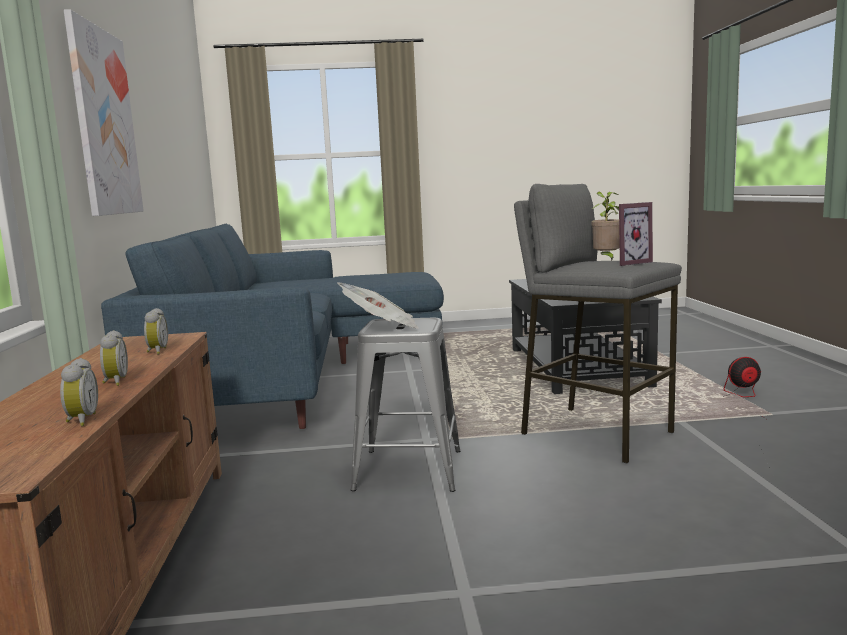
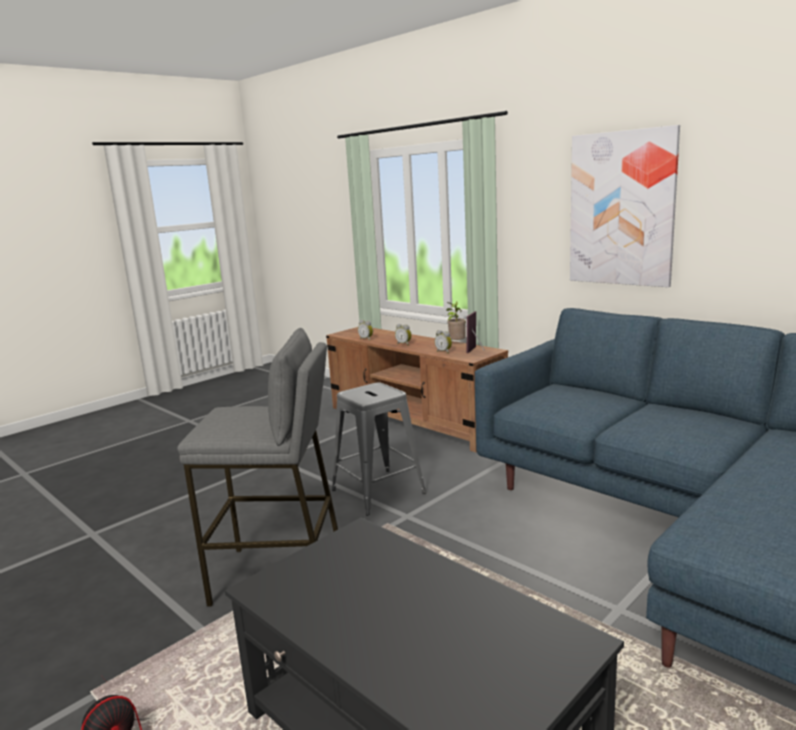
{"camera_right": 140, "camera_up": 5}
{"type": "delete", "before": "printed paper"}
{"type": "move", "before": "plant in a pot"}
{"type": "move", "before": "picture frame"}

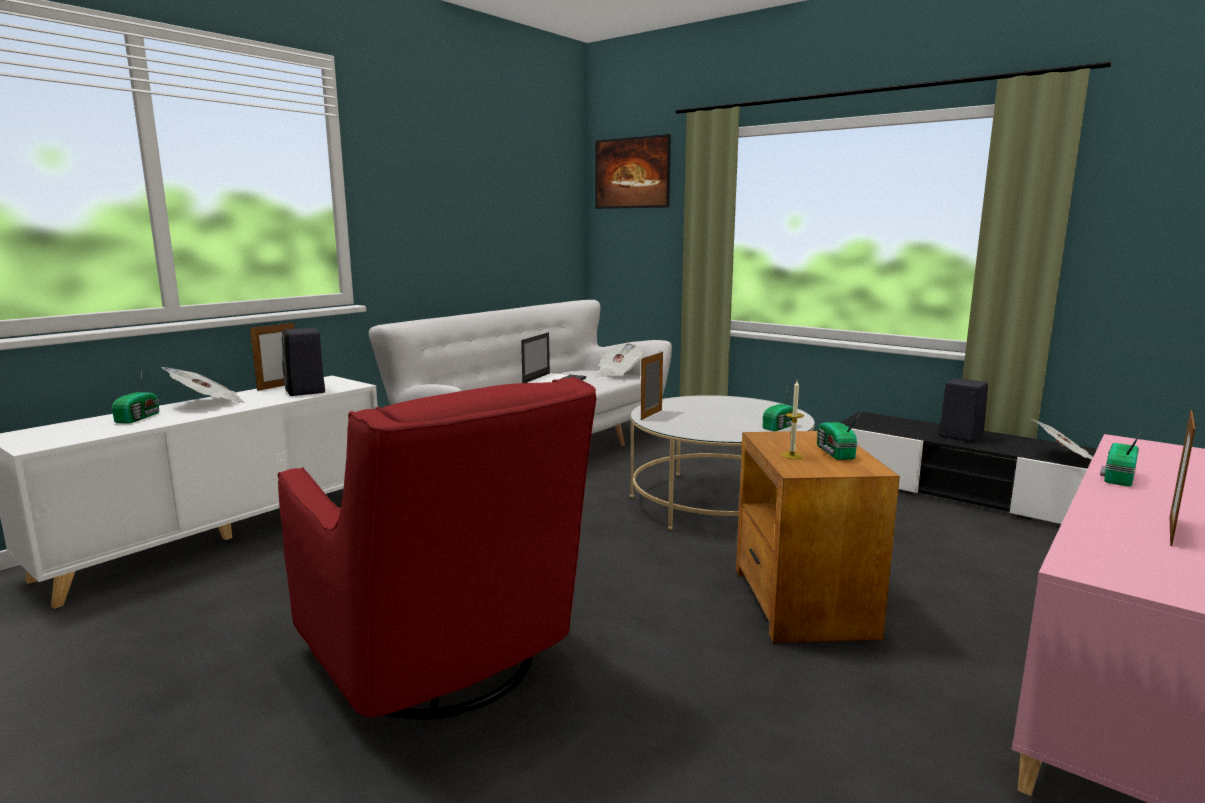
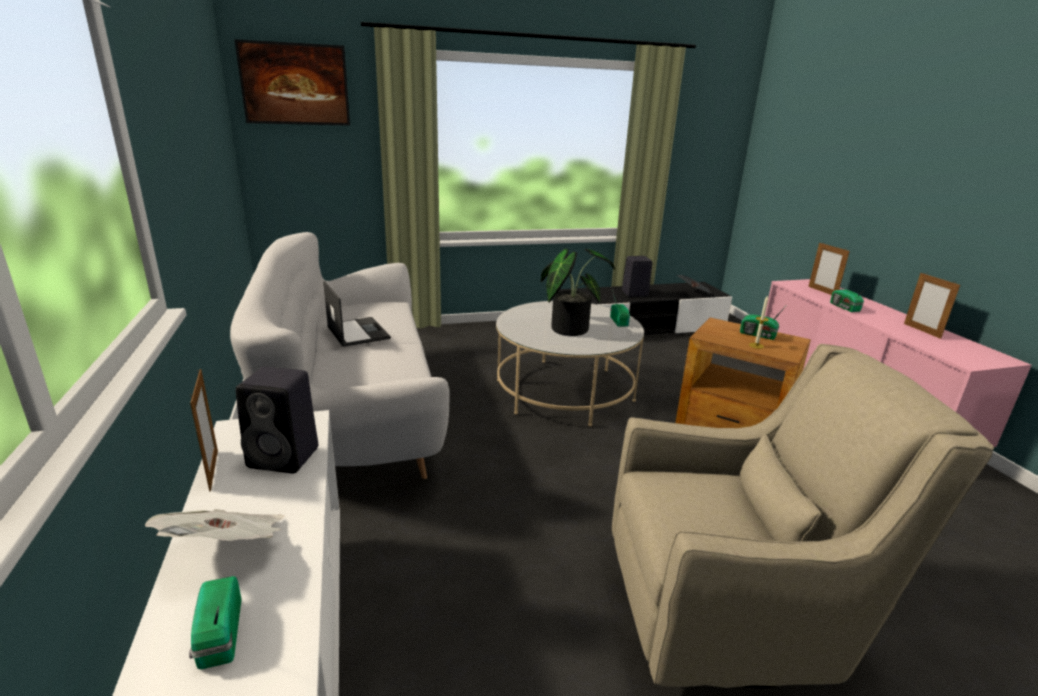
{"camera_right": -55, "camera_up": 10}
{"type": "rotate", "before": "radio set (1st from left)", "turn": -150}
{"type": "recolor", "before": "lounge chair in red", "after": "lounge chair in beige-coloured"}
{"type": "delete", "before": "printed paper (2nd from left)"}
{"type": "move", "before": "picture frame (2nd from left)"}
{"type": "insert", "after": "plant in a pot"}

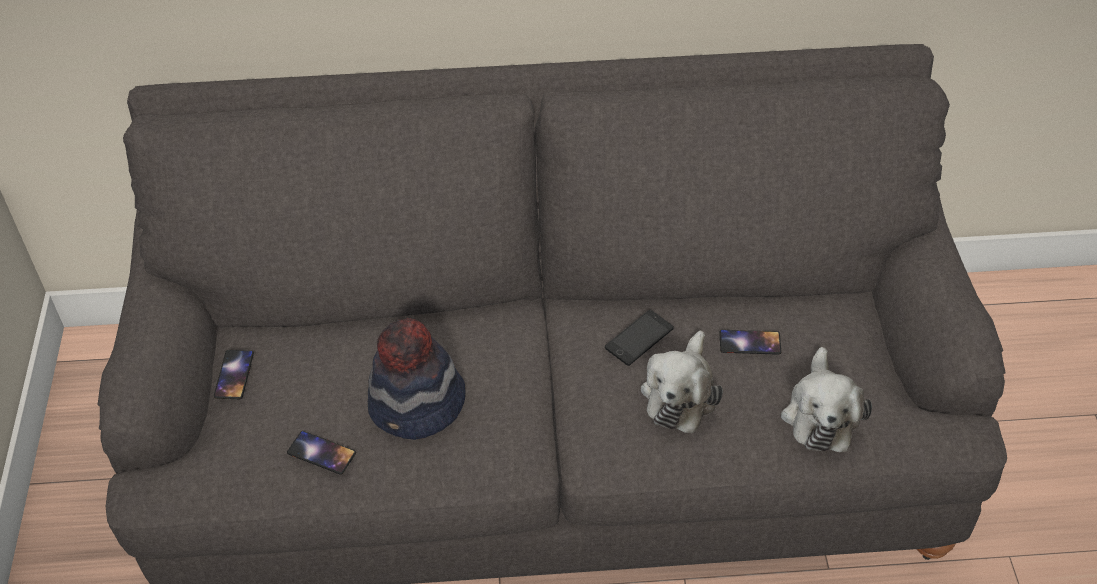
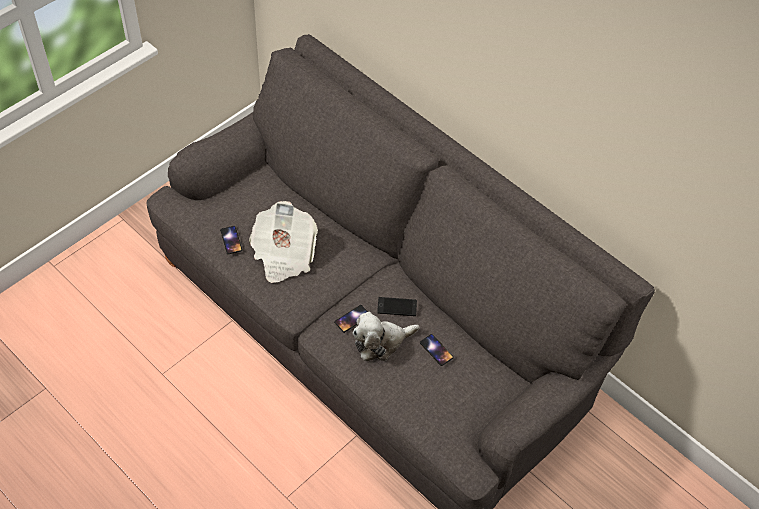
{"camera_right": 45, "camera_up": 5}
{"type": "move", "before": "phone (1st from left in the first image)", "after": "phone (2nd from left)"}
{"type": "replace", "before": "wearable hat", "after": "printed paper"}
{"type": "delete", "before": "cuddly toy (2nd from left)"}

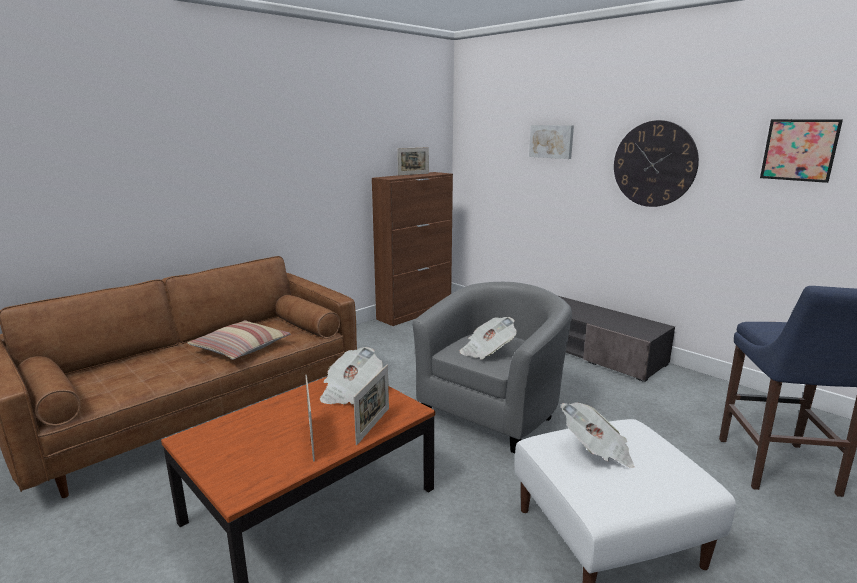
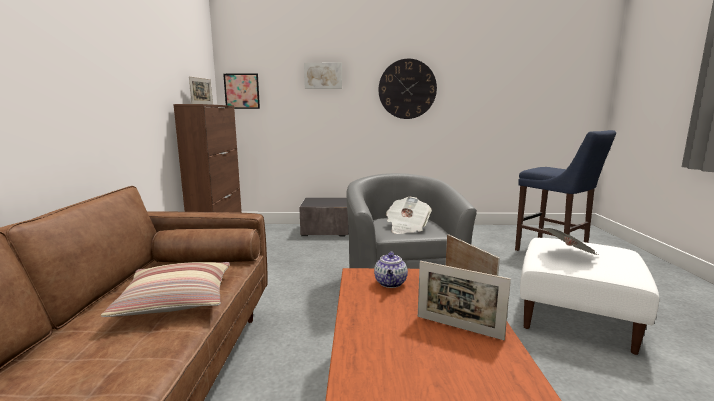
{"camera_right": -45, "camera_up": -5}
{"type": "replace", "before": "printed paper (1st from left)", "after": "pot for tea"}
{"type": "move", "before": "picture (2nd from left in the first image)", "after": "picture (1st from left)"}

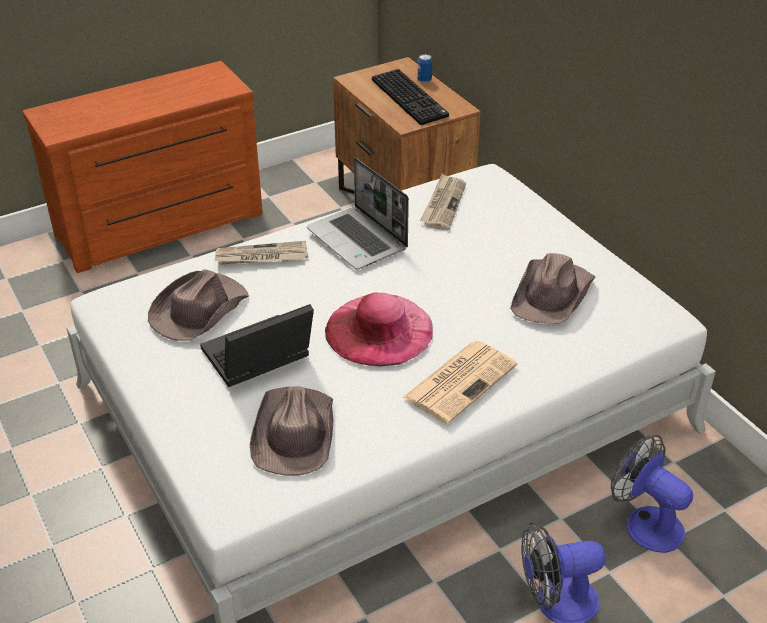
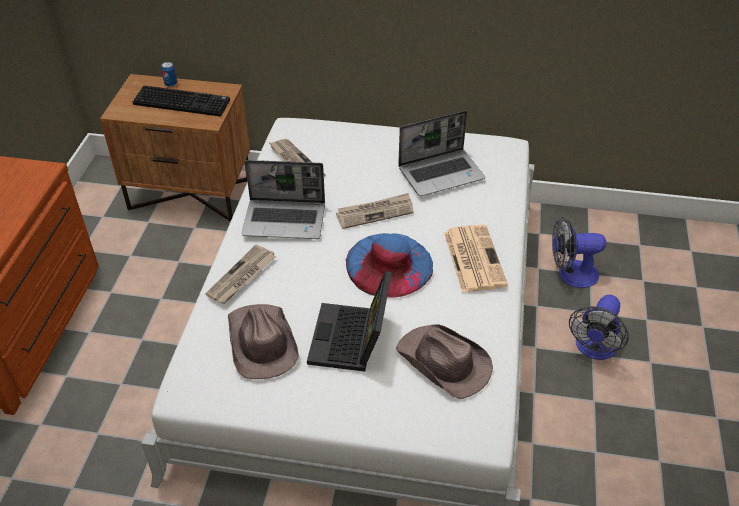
{"camera_right": -50, "camera_up": 5}
{"type": "recolor", "before": "wearable hat in pink-coloured", "after": "wearable hat in blue"}
{"type": "replace", "before": "wearable hat in brown (3rd from left)", "after": "portable computer (3rd from left)"}
{"type": "insert", "after": "printed paper (3rd from left)"}

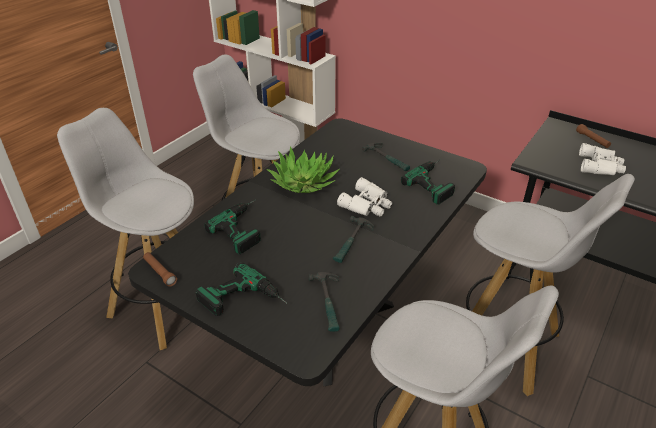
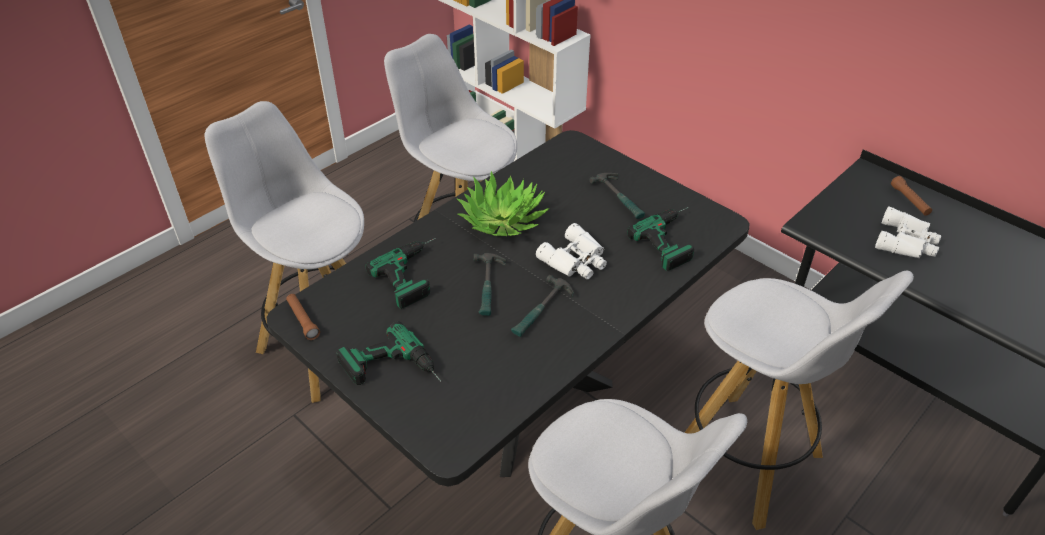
{"camera_right": 10, "camera_up": 5}
{"type": "move", "before": "tool hammer (1st from left)"}

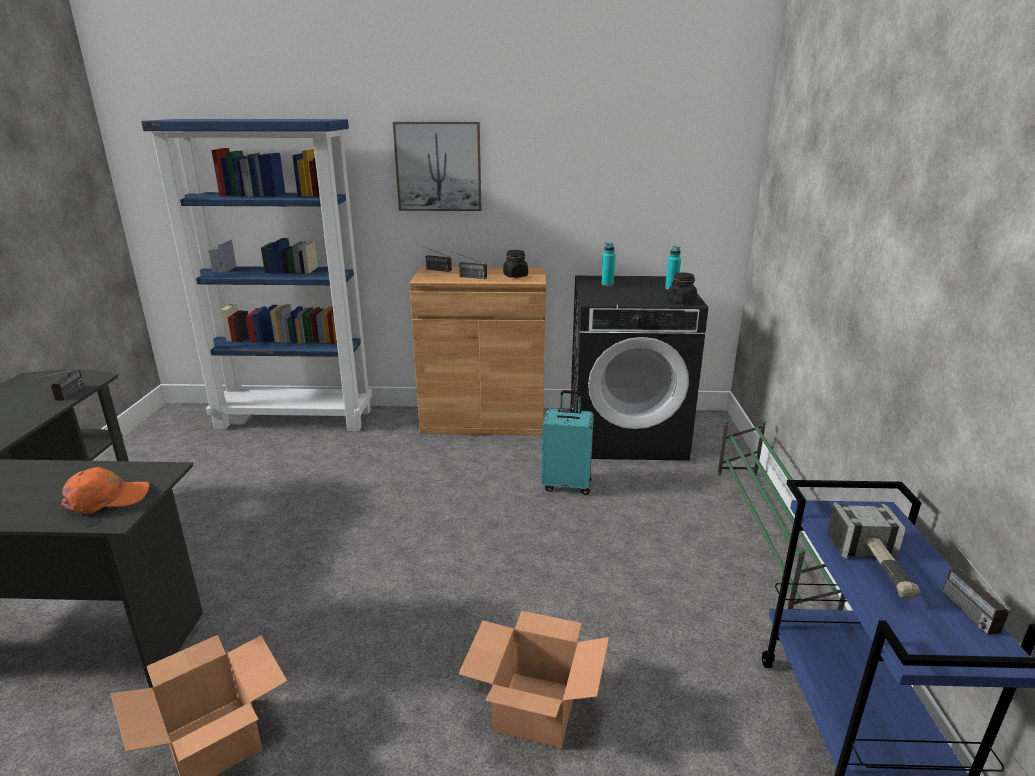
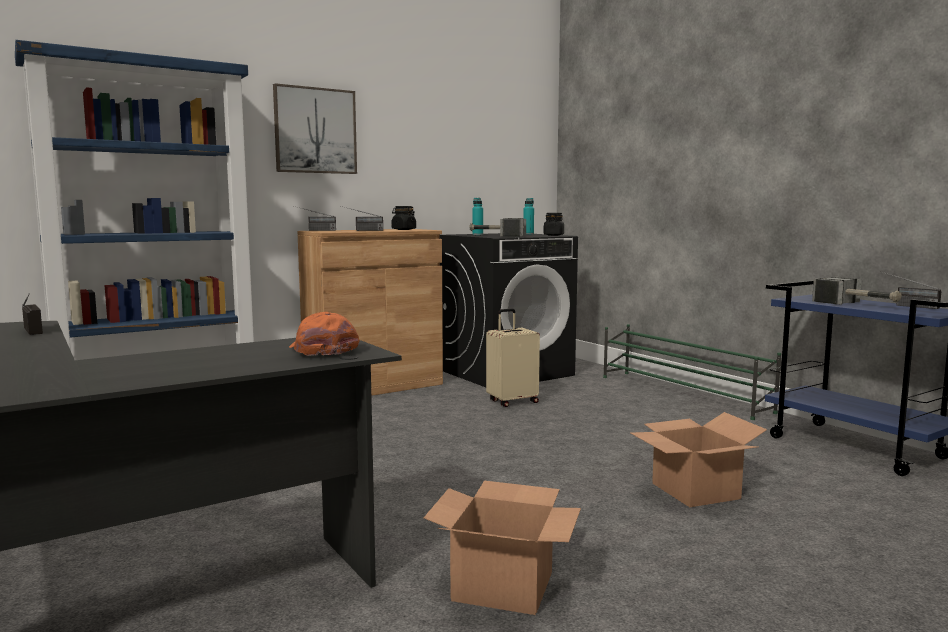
{"camera_right": -35, "camera_up": -15}
{"type": "rotate", "before": "peaked cap in orange", "turn": -60}
{"type": "recolor", "before": "suitcase in turquoise", "after": "suitcase in beige-coloured"}
{"type": "insert", "after": "tool hammer (1st from left)"}

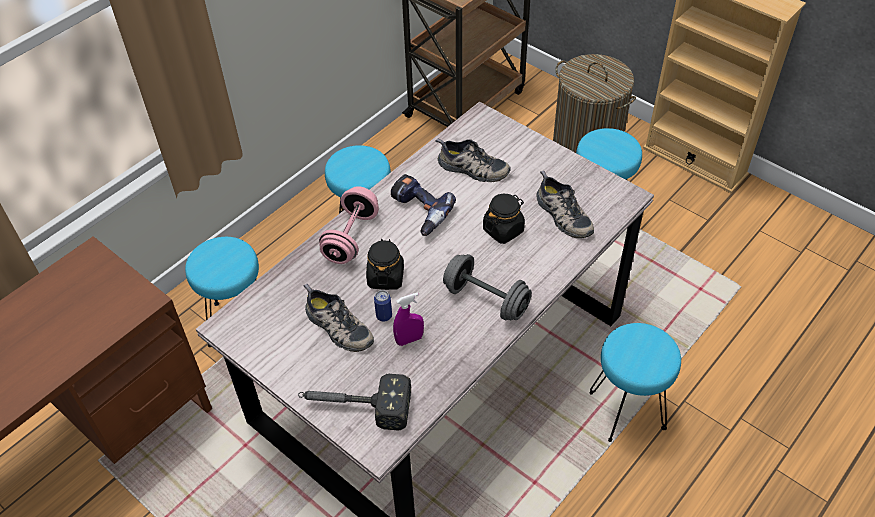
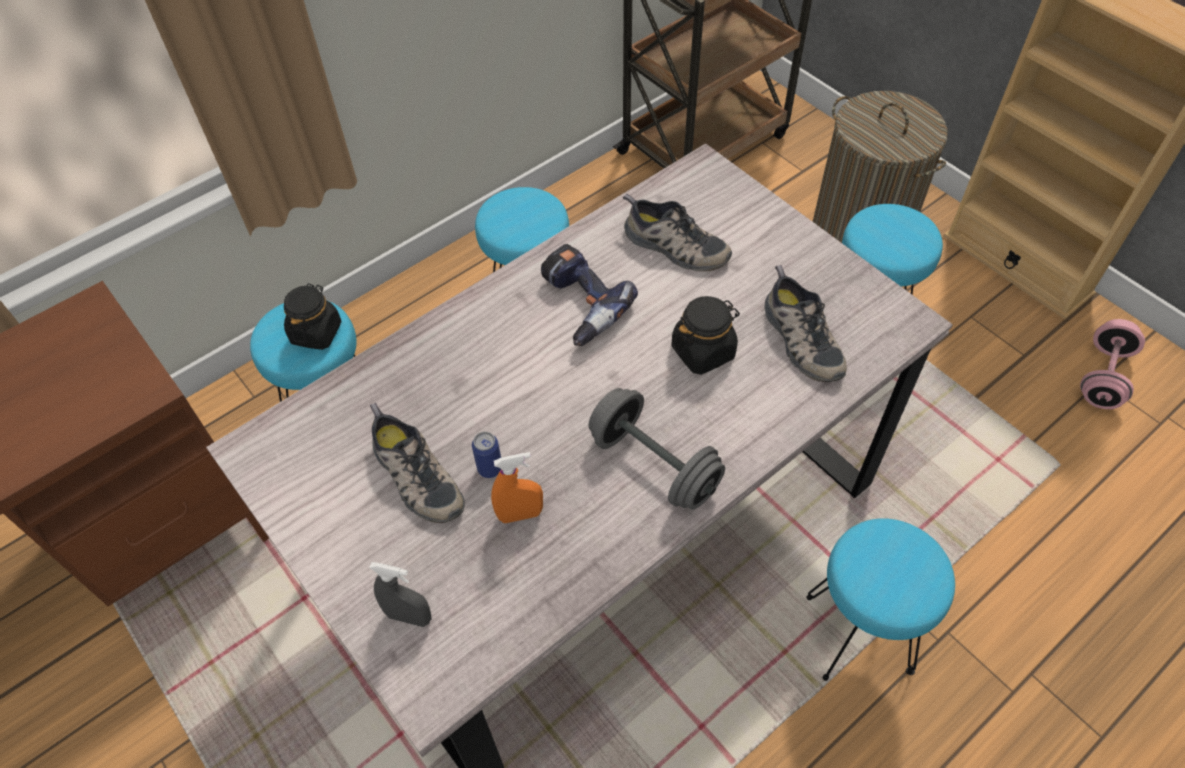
{"camera_right": 10, "camera_up": 5}
{"type": "replace", "before": "tool hammer", "after": "sprayer in greyish"}
{"type": "move", "before": "dumbbell in pink-coloured"}
{"type": "move", "before": "storage jar in blackish (1st from left)"}
{"type": "recolor", "before": "sprayer in purple-coloured", "after": "sprayer in orange"}

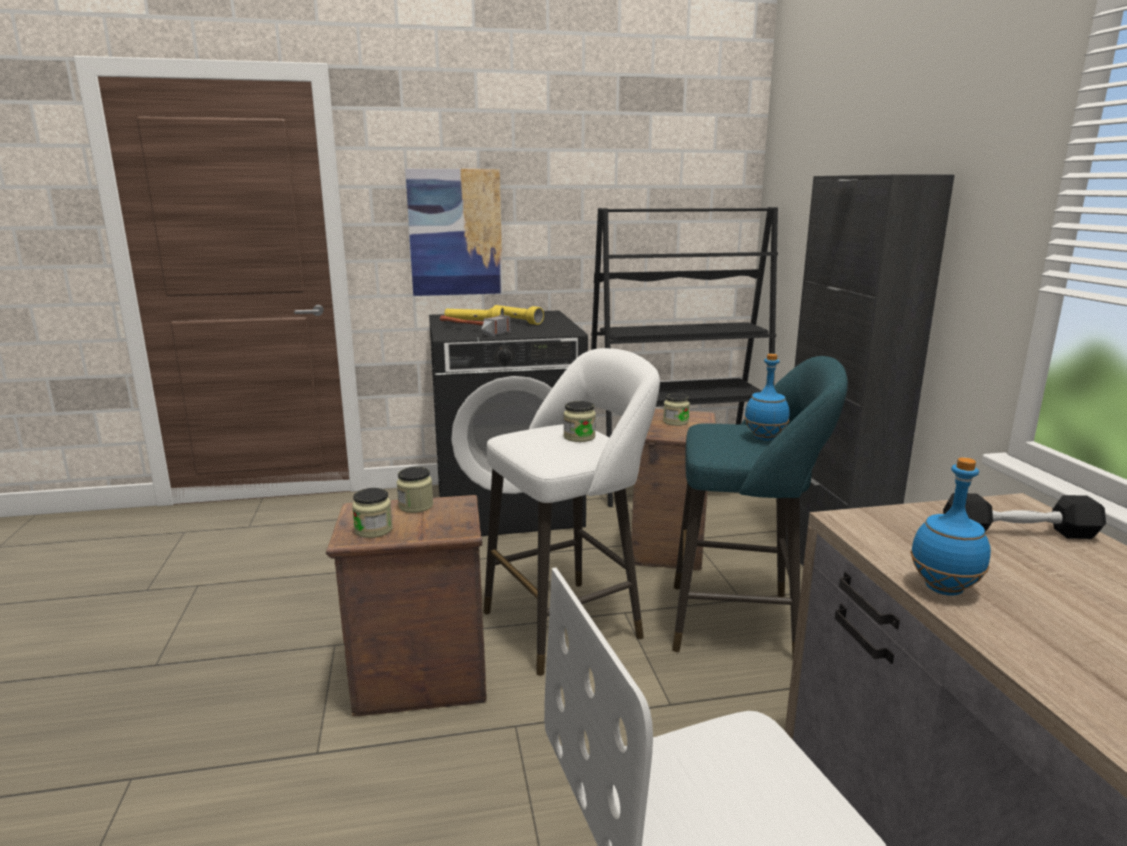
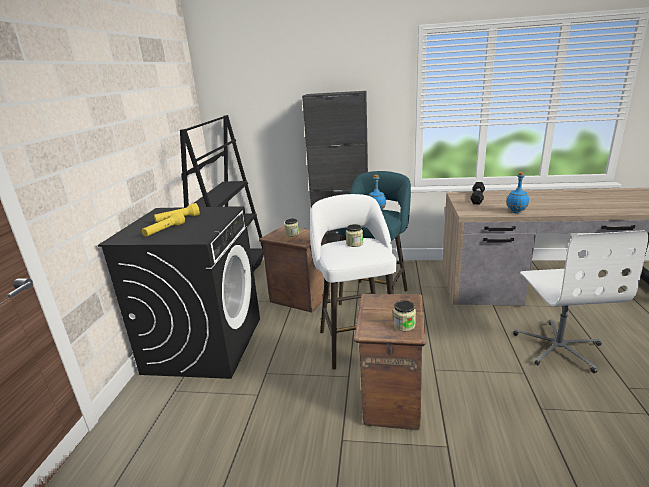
{"camera_right": -70, "camera_up": 5}
{"type": "delete", "before": "storage jar (2nd from left)"}
{"type": "delete", "before": "picture"}
{"type": "delete", "before": "tool hammer"}

